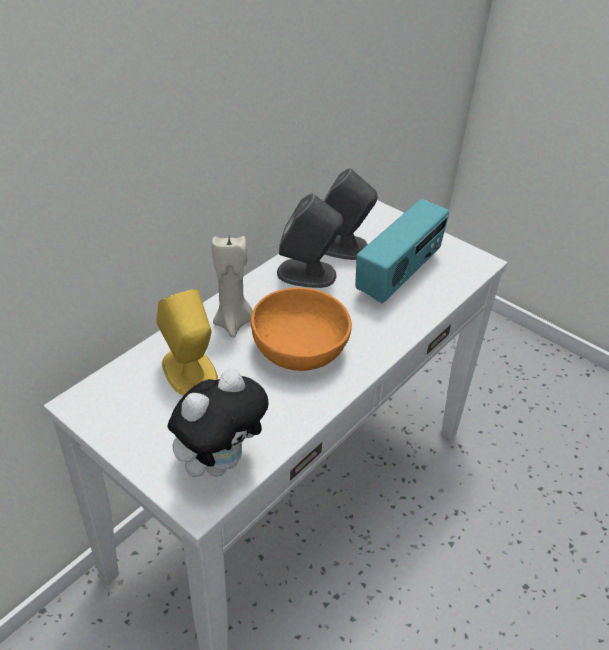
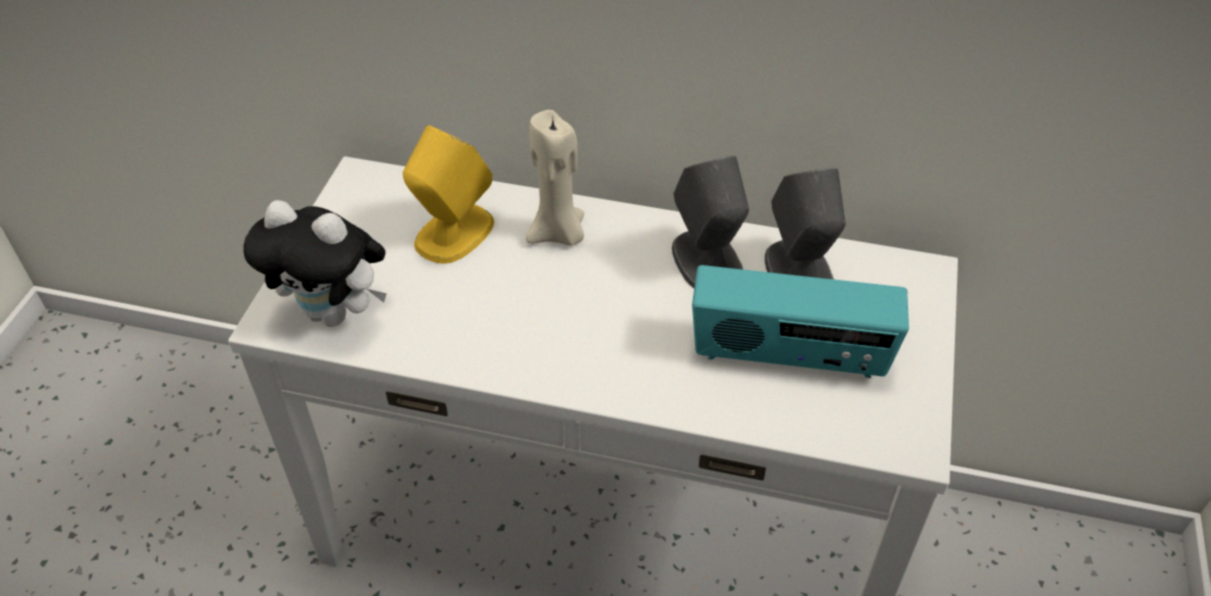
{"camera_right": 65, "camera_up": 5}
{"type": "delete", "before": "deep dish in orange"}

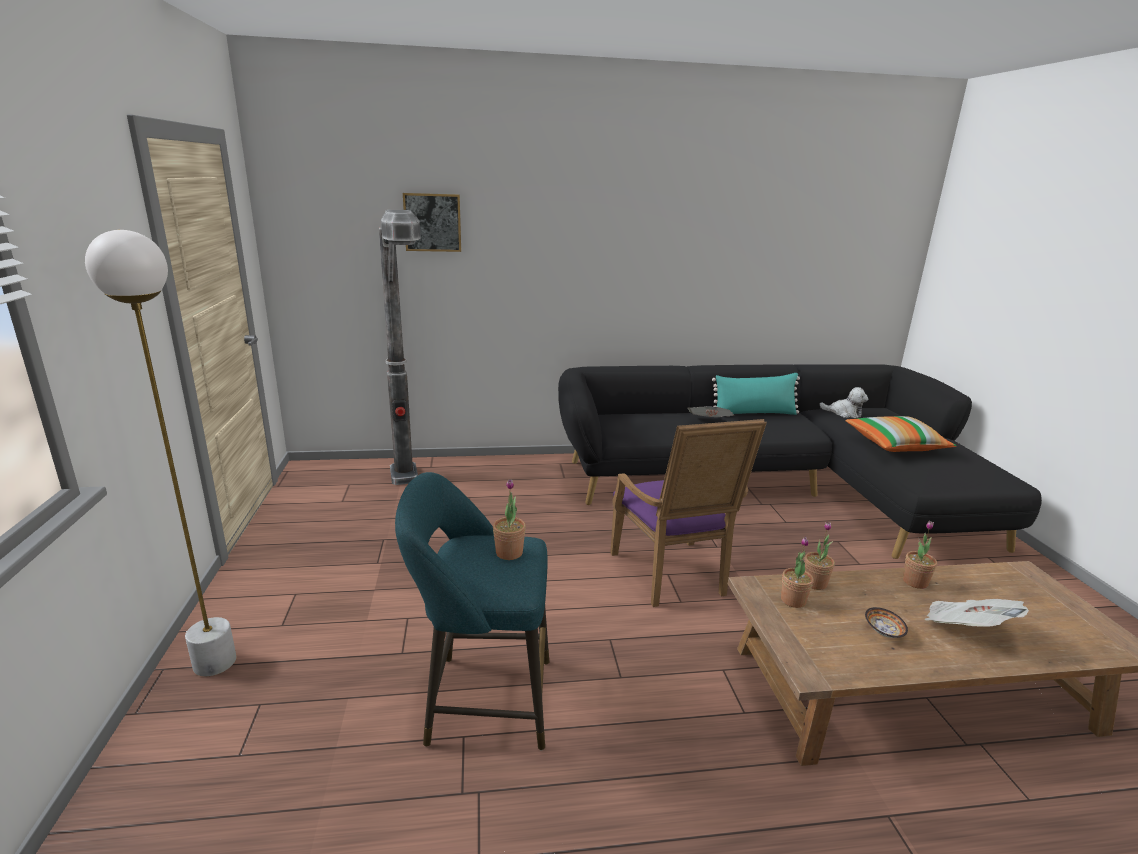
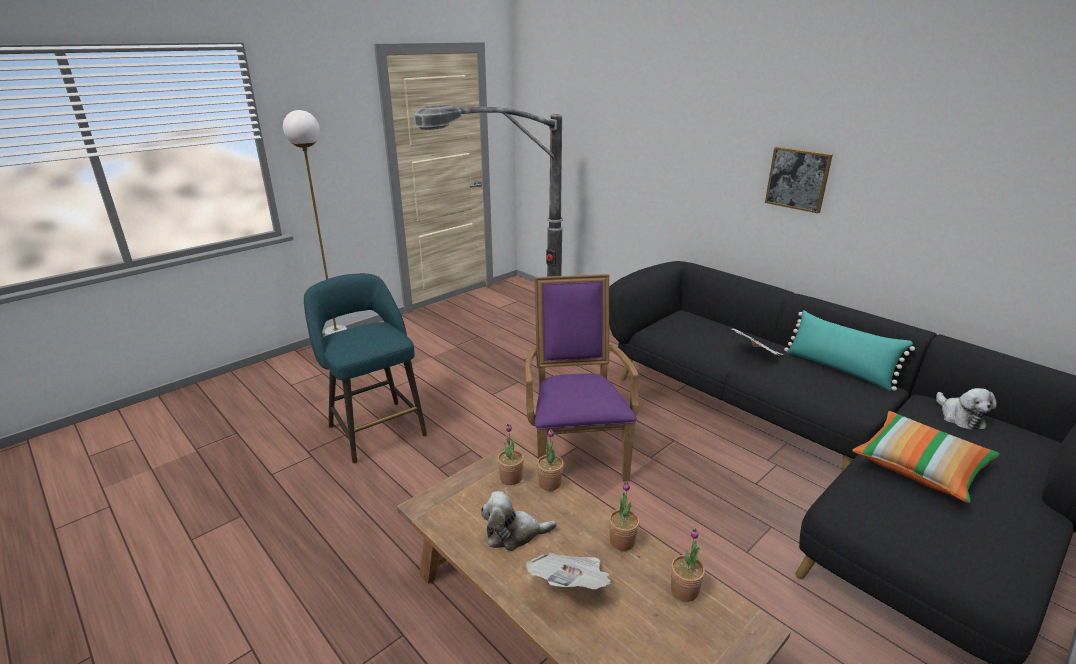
{"camera_right": 55, "camera_up": 5}
{"type": "move", "before": "picture"}
{"type": "move", "before": "plant in a pot (1st from left in the first image)", "after": "plant in a pot (4th from left)"}
{"type": "rotate", "before": "lounge chair in purple-coloured", "turn": 135}
{"type": "replace", "before": "deep dish", "after": "cuddly toy (1st from left)"}

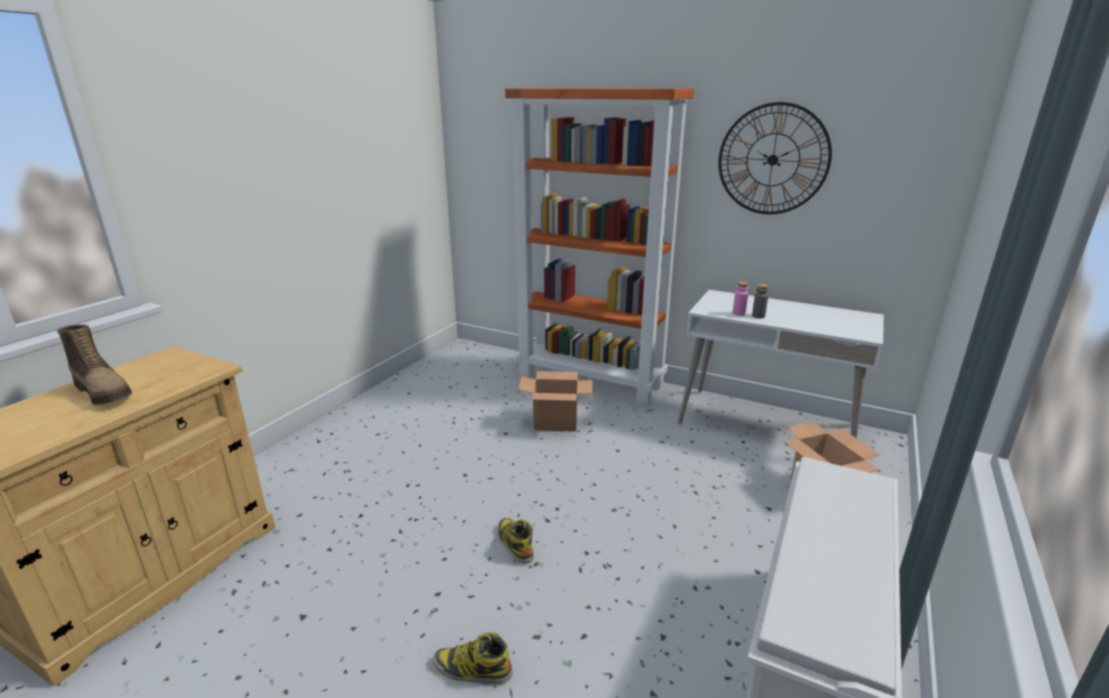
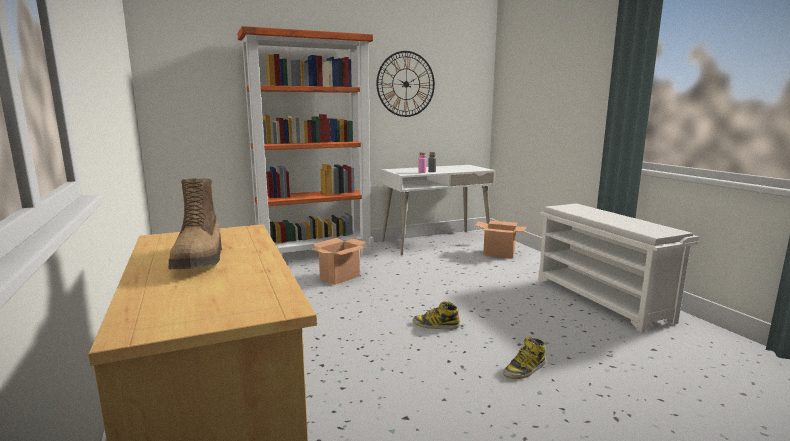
{"camera_right": -50, "camera_up": -10}
{"type": "rotate", "before": "tall boot (1st from left)", "turn": 90}

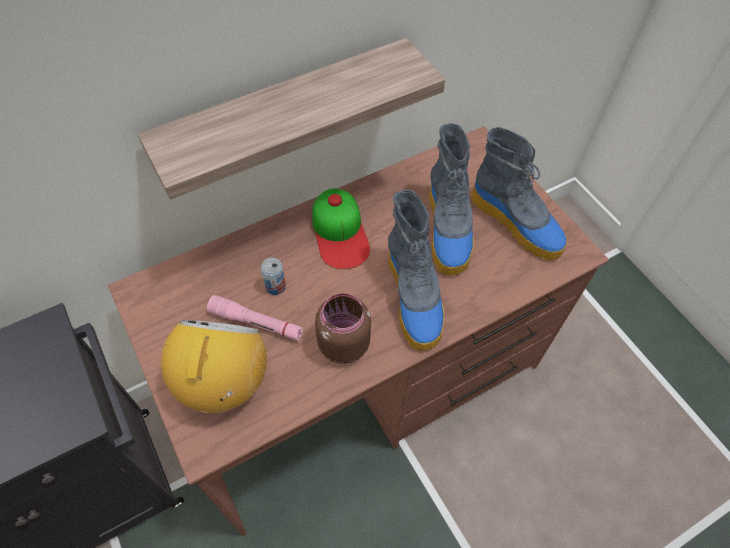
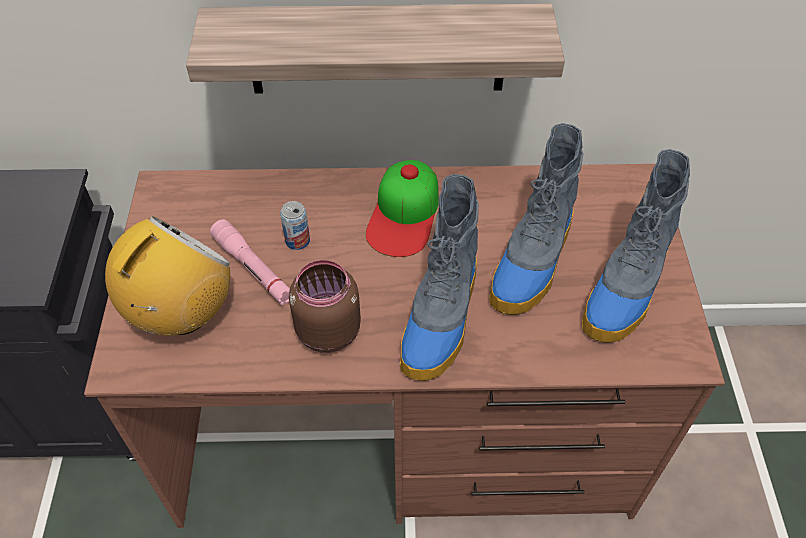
{"camera_right": 30, "camera_up": -5}
{"type": "rotate", "before": "tall boot (3rd from left)", "turn": 45}

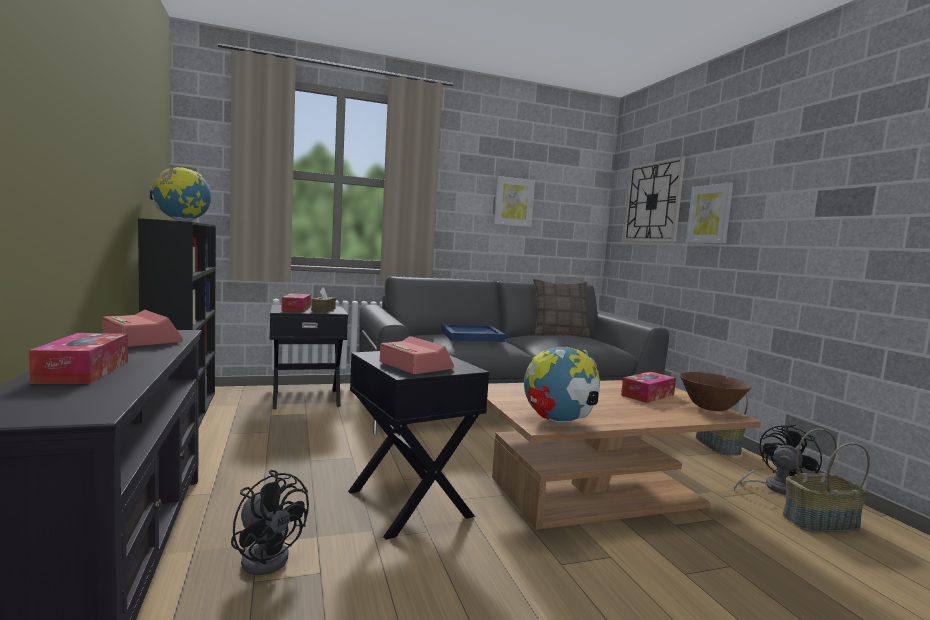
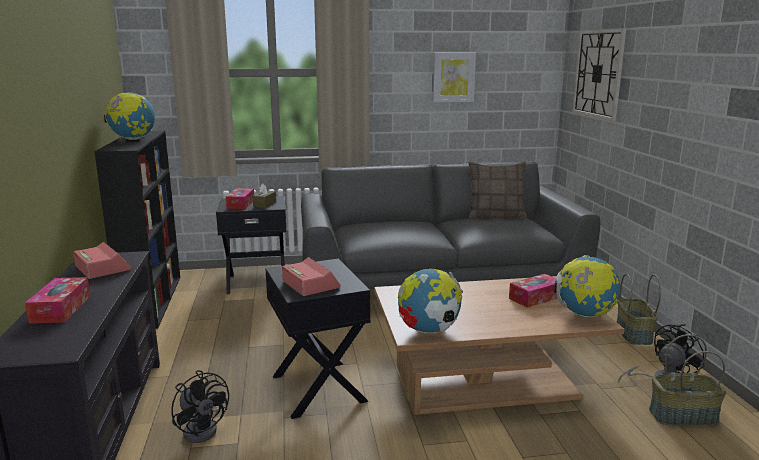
{"camera_right": 10, "camera_up": 10}
{"type": "delete", "before": "carrying tray in blue"}
{"type": "replace", "before": "deep dish in brown", "after": "desk globe (3rd from left)"}
{"type": "delete", "before": "picture (2nd from left)"}

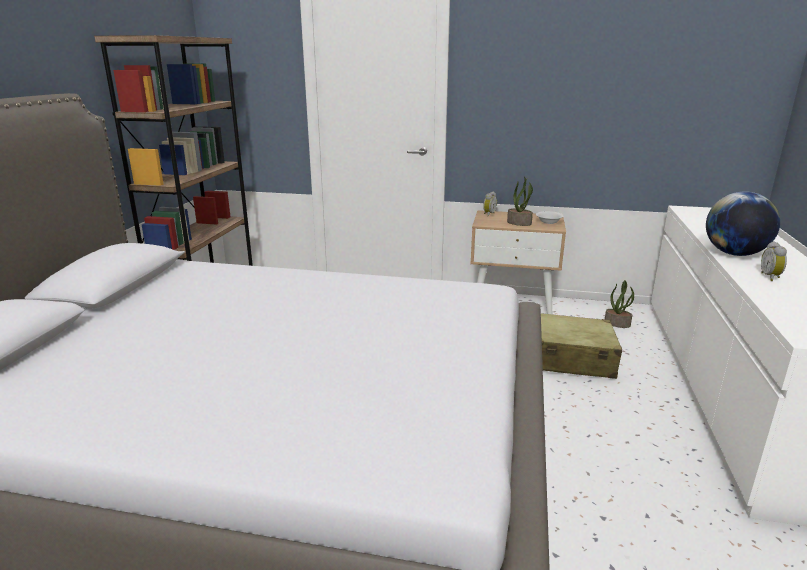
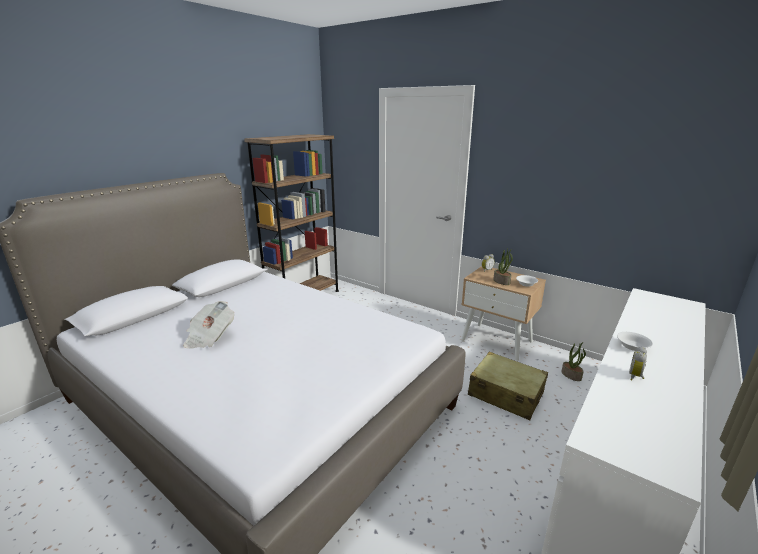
{"camera_right": 25, "camera_up": 0}
{"type": "replace", "before": "desk globe", "after": "deep dish in white-coloured (2nd from left)"}
{"type": "insert", "after": "printed paper"}

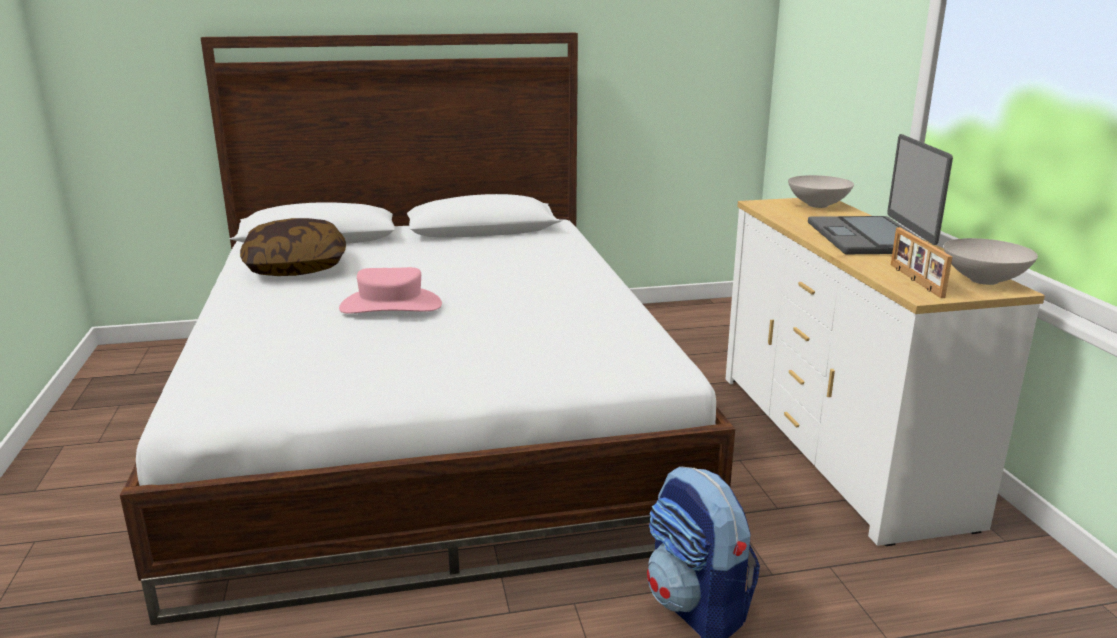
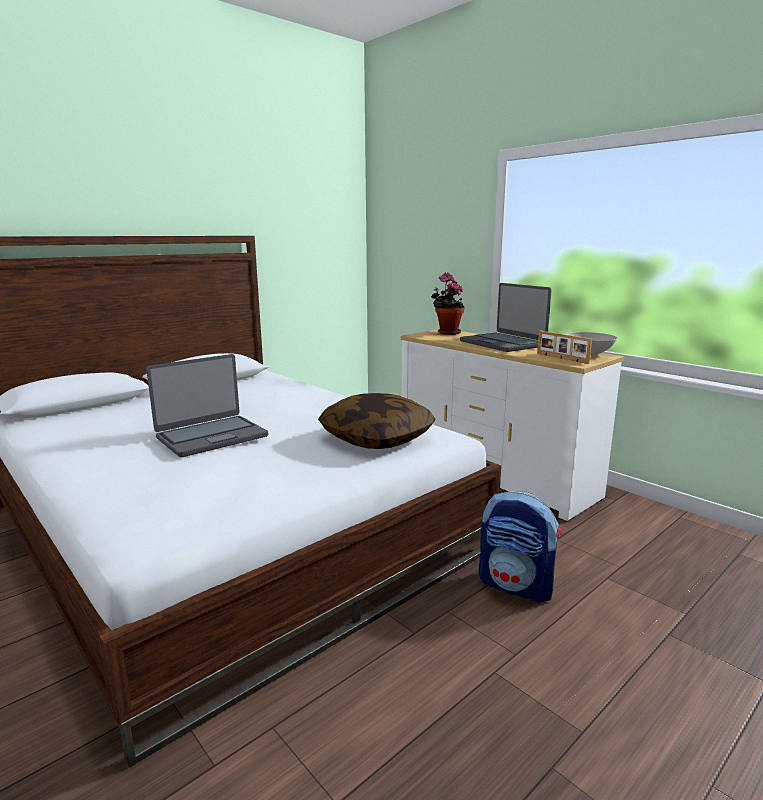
{"camera_right": -30, "camera_up": -5}
{"type": "move", "before": "cushion"}
{"type": "replace", "before": "wearable hat in pink-coloured", "after": "portable computer (1st from left)"}
{"type": "replace", "before": "deep dish in white-coloured (1st from left)", "after": "plant in a pot"}

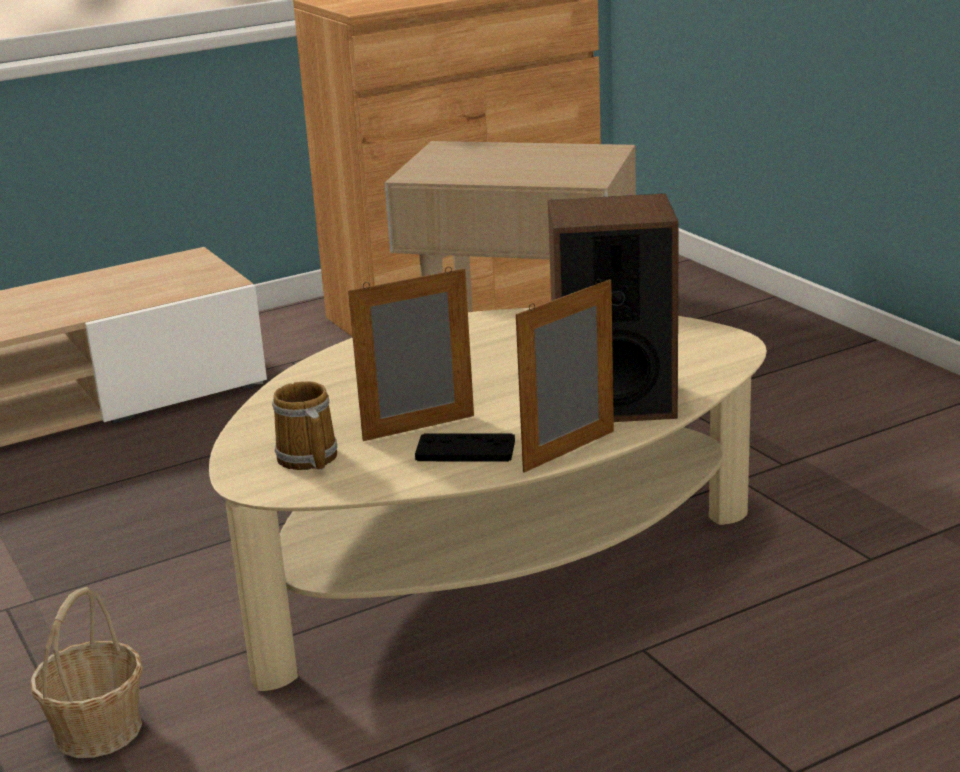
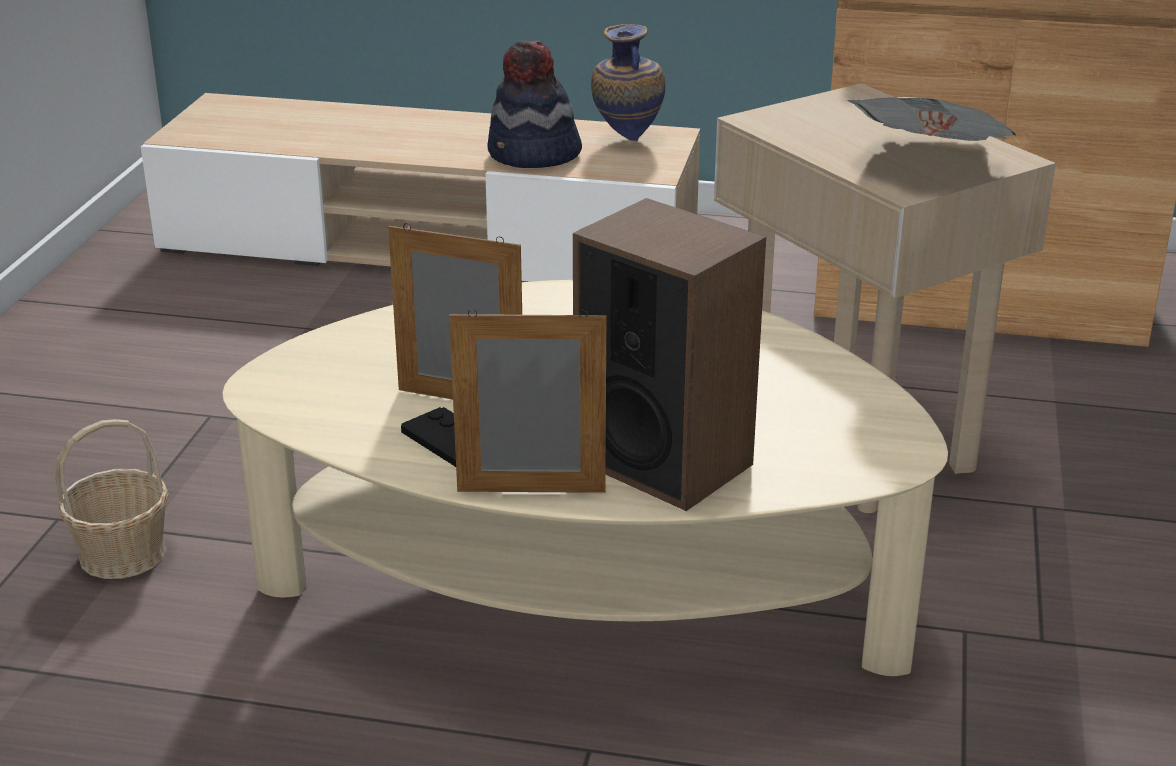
{"camera_right": 40, "camera_up": 5}
{"type": "delete", "before": "mug"}
{"type": "insert", "after": "wearable hat"}
{"type": "insert", "after": "vase"}
{"type": "insert", "after": "printed paper"}

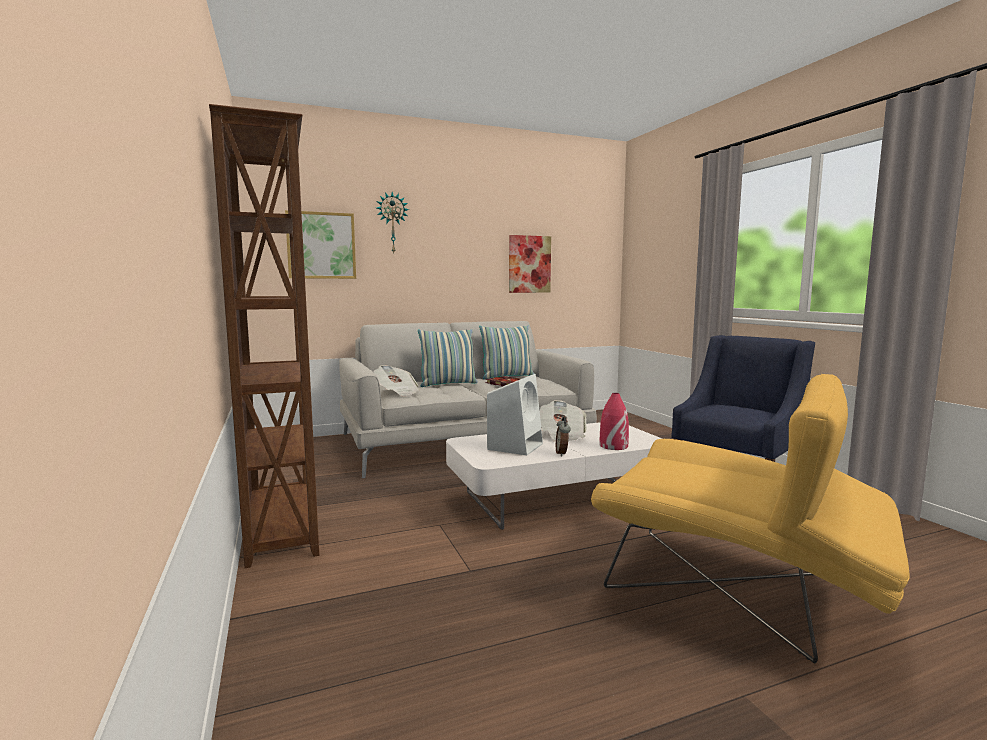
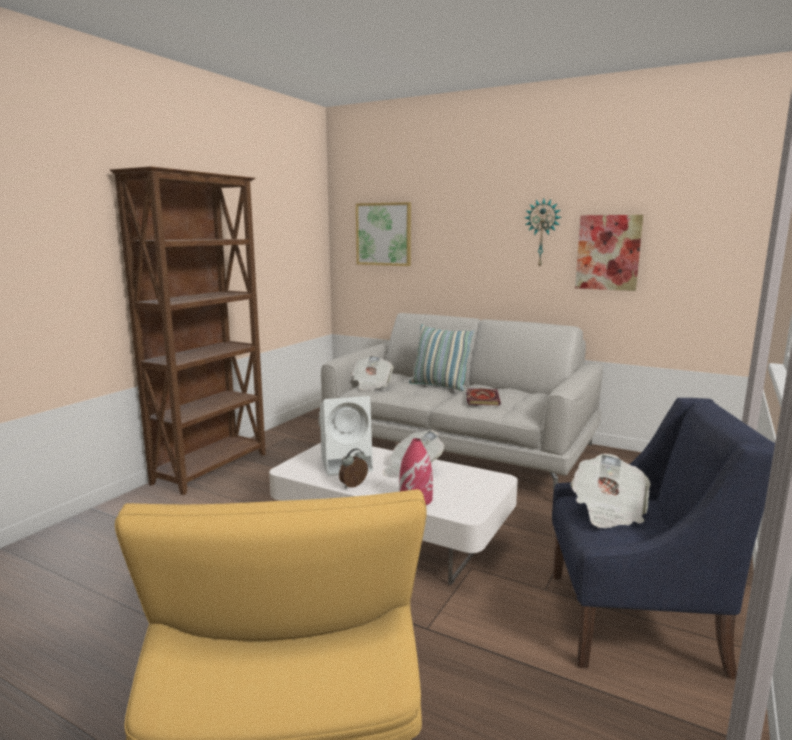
{"camera_right": 50, "camera_up": 5}
{"type": "move", "before": "hanging clock"}
{"type": "delete", "before": "cushion (2nd from left)"}
{"type": "insert", "after": "printed paper (3rd from left)"}

